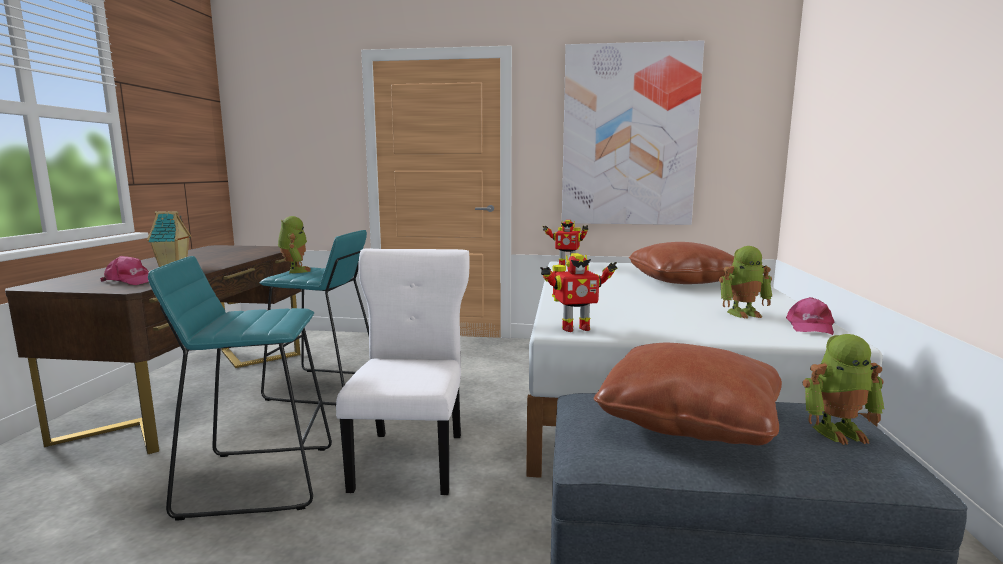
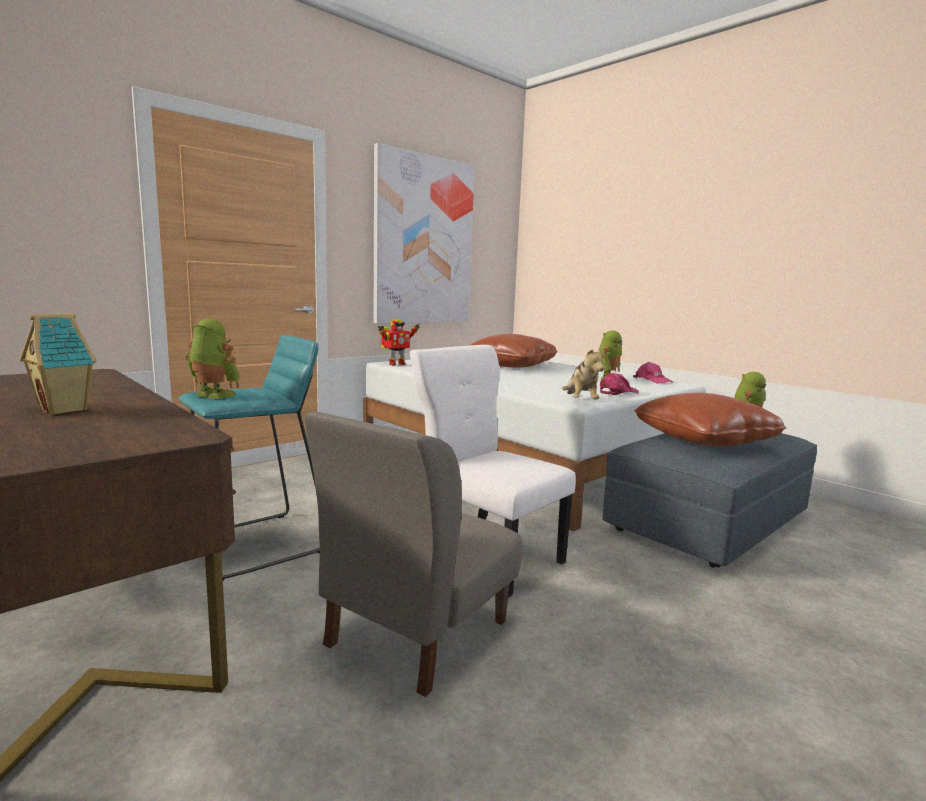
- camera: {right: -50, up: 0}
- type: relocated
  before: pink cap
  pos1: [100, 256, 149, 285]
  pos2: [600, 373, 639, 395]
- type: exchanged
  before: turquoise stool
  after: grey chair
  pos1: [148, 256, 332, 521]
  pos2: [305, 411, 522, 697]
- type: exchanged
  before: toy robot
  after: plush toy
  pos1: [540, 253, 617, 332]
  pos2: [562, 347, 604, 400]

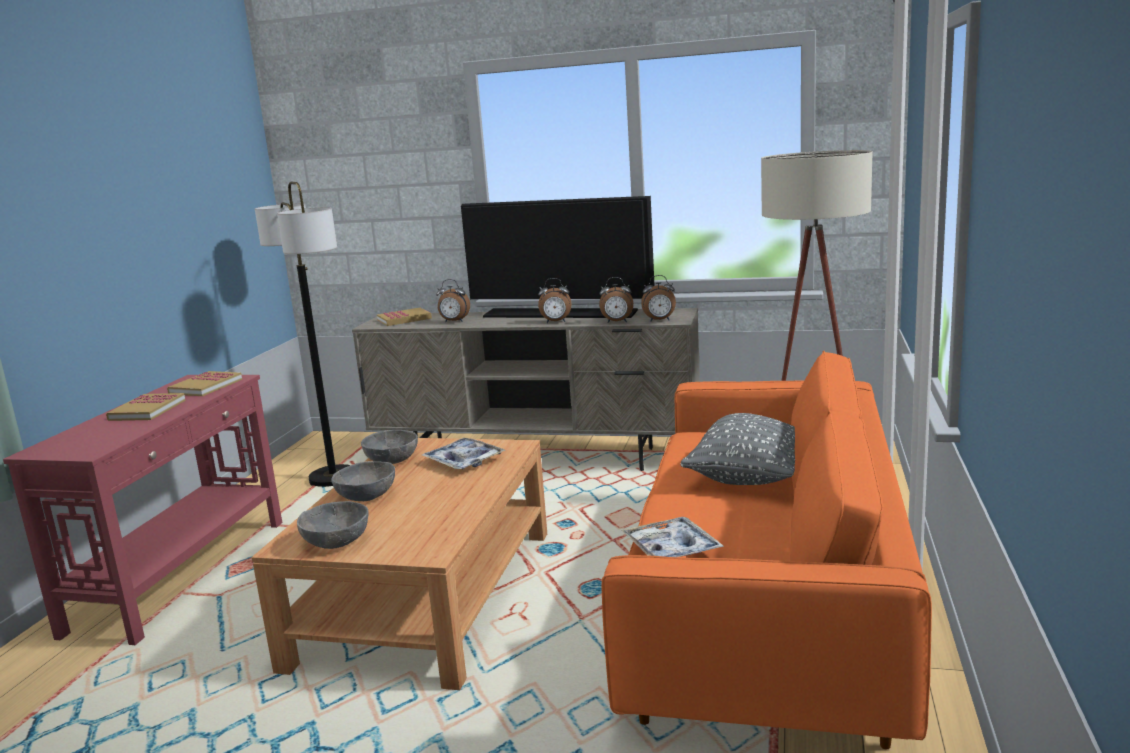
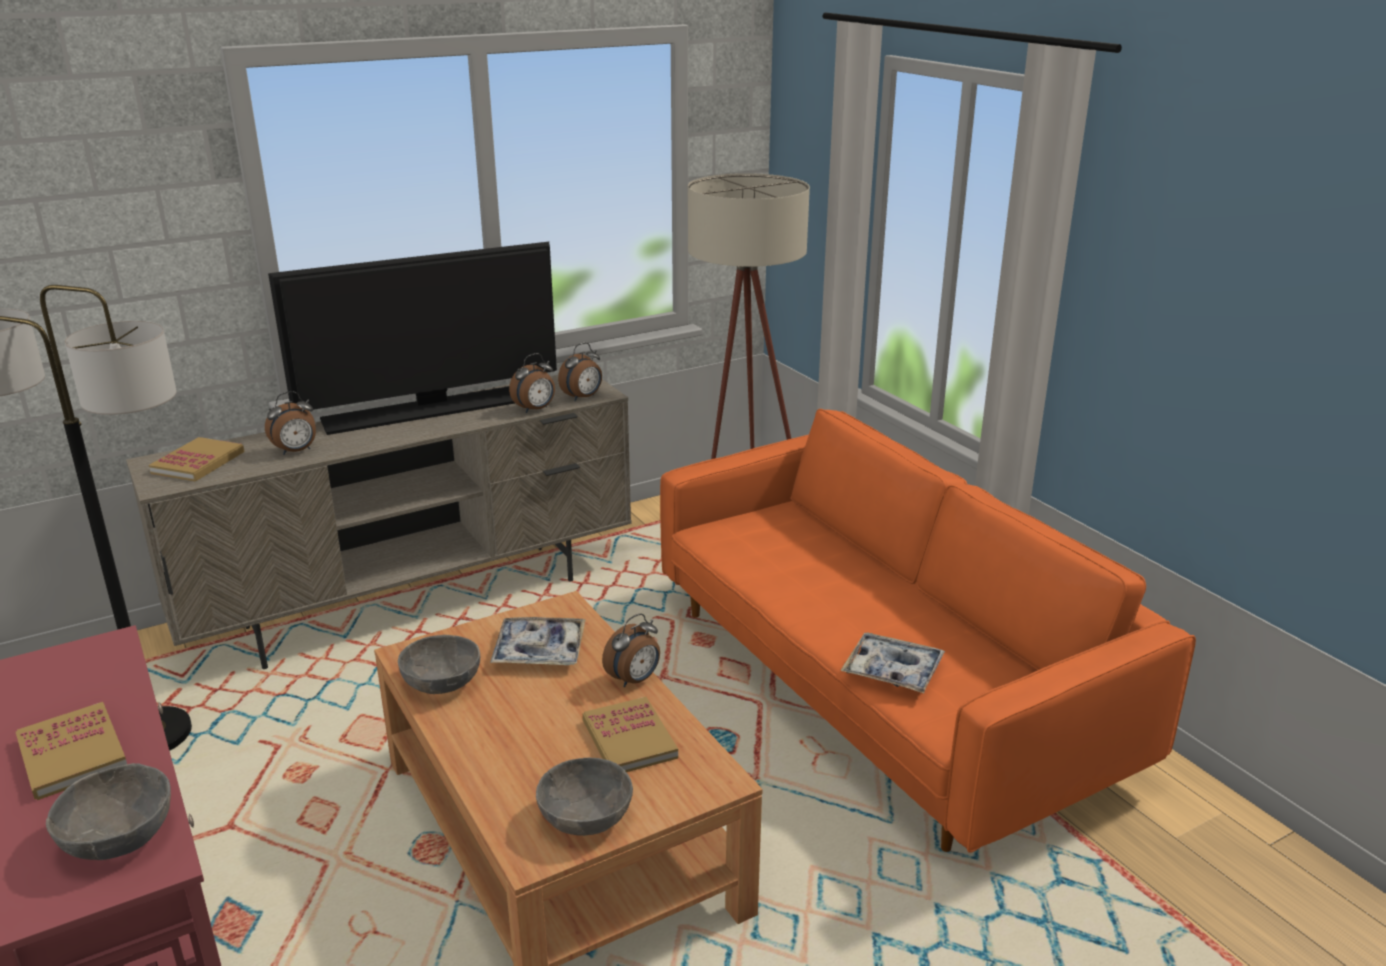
- camera: {right: -45, up: 10}
- type: relocated
  before: book
  pos1: [167, 371, 242, 396]
  pos2: [583, 697, 678, 772]
- type: relocated
  before: grey bowl
  pos1: [331, 461, 395, 501]
  pos2: [46, 763, 171, 860]
- type: relocated
  before: alarm clock
  pos1: [538, 278, 572, 323]
  pos2: [602, 614, 660, 687]
- type: missing
  before: grey pillow
  pos1: [680, 413, 795, 485]

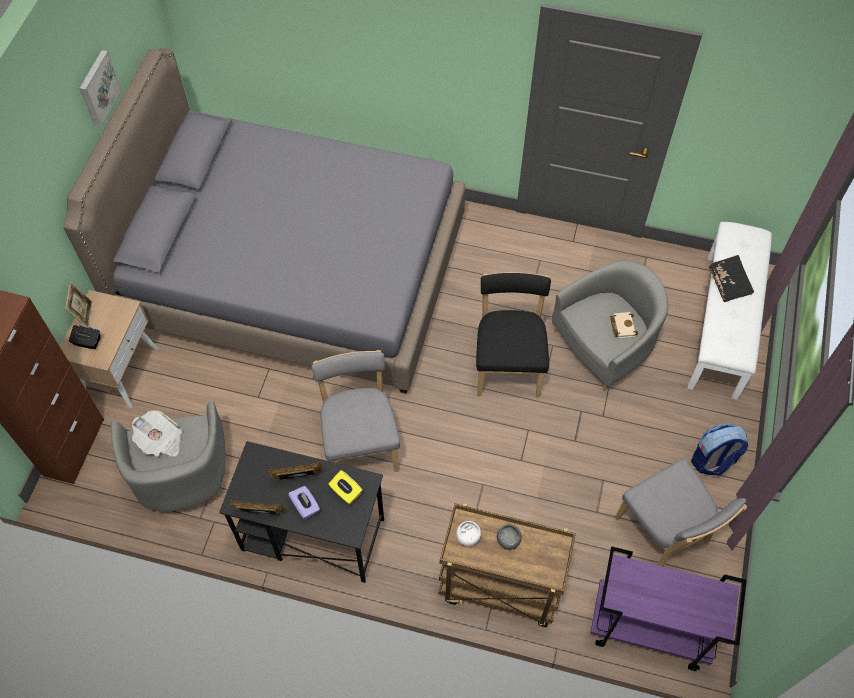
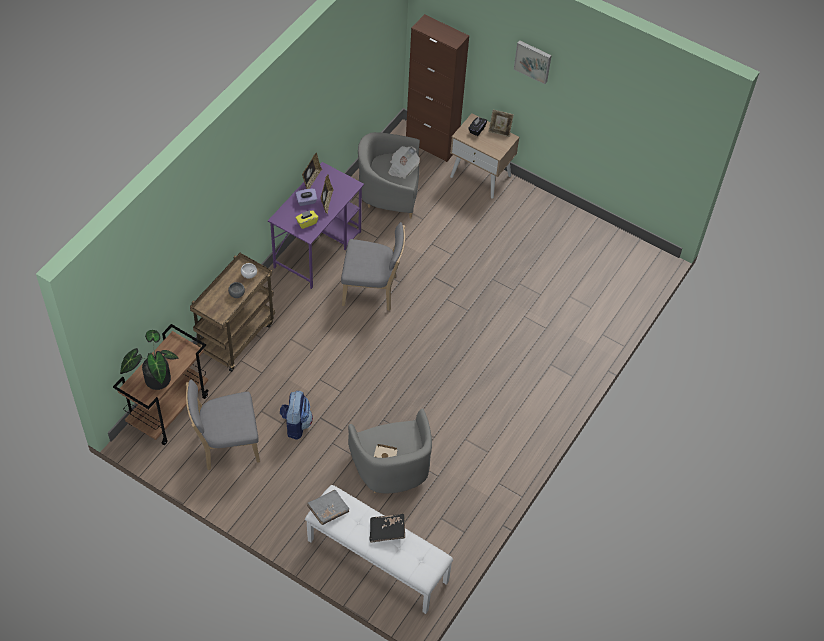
- camera: {right: 105, up: -5}
- type: missing
  before: grey bed
  pos1: [63, 48, 466, 394]
- type: relocated
  before: picture
  pos1: [79, 50, 121, 127]
  pos2: [514, 40, 552, 84]
- type: colour
  before: black desk
  after: purple desk
  pos1: [219, 441, 384, 583]
  pos2: [268, 162, 364, 289]
- type: missing
  before: black chair
  pos1: [476, 272, 551, 398]
- type: colour
  before: purple cart
  after: brown cart
  pos1: [590, 546, 746, 671]
  pos2: [113, 324, 209, 445]
- type: relocated
  before: backpack
  pos1: [691, 423, 748, 475]
  pos2: [280, 391, 313, 440]
- type: appeared
  after: potted plant
  pos2: [120, 330, 179, 390]
- type: appeared
  after: grey book
  pos2: [307, 490, 349, 525]

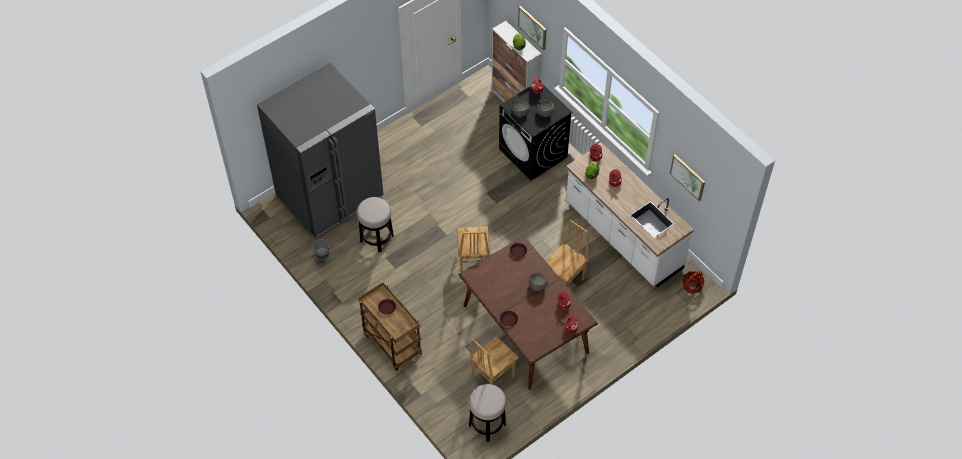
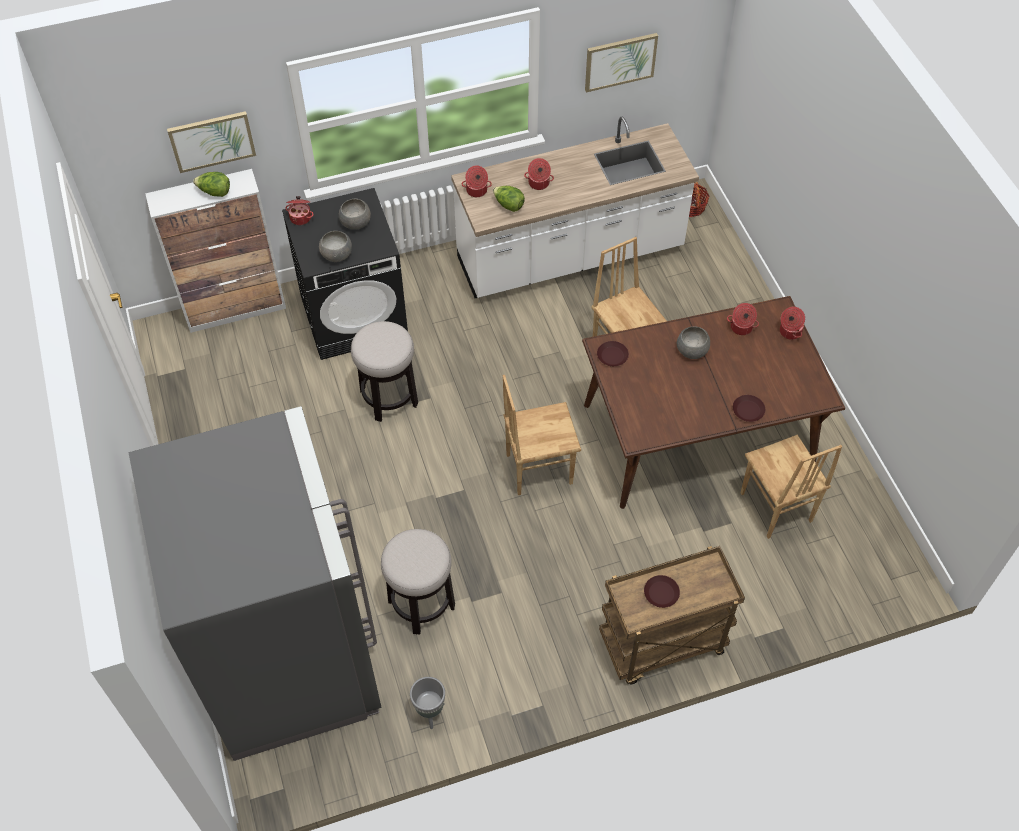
- camera: {right: -70, up: 0}
- type: spun
  before: brown chair
  pos1: [457, 226, 490, 272]
  pos2: [503, 375, 581, 495]
  turn: 150
- type: relocated
  before: stool
  pos1: [469, 384, 507, 441]
  pos2: [351, 321, 418, 422]

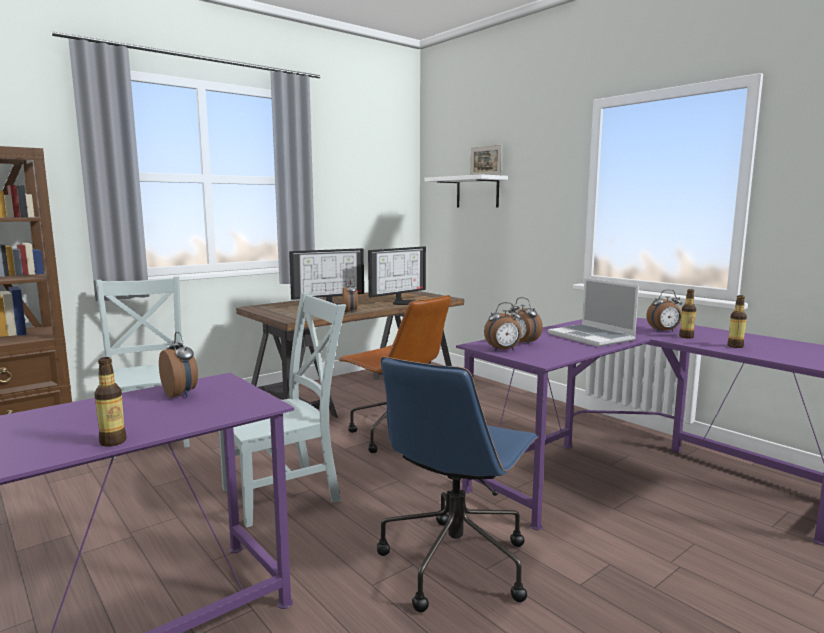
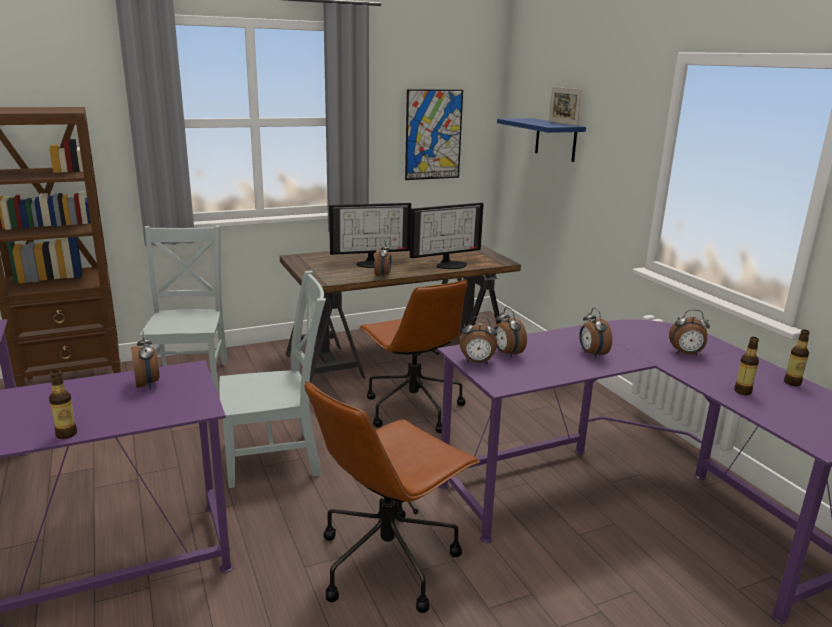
- camera: {right: 15, up: 10}
- type: colour
  before: blue office chair
  after: brown office chair
  pos1: [377, 357, 539, 612]
  pos2: [304, 380, 480, 613]
- type: colour
  before: white shelf
  after: blue shelf
  pos1: [424, 174, 508, 207]
  pos2: [497, 118, 586, 162]
- type: exchanged
  before: laptop
  after: alarm clock
  pos1: [548, 278, 639, 347]
  pos2: [579, 308, 612, 358]
- type: relocated
  before: bottle
  pos1: [679, 289, 696, 338]
  pos2: [784, 330, 810, 386]
- type: appeared
  after: picture
  pos2: [405, 89, 463, 180]

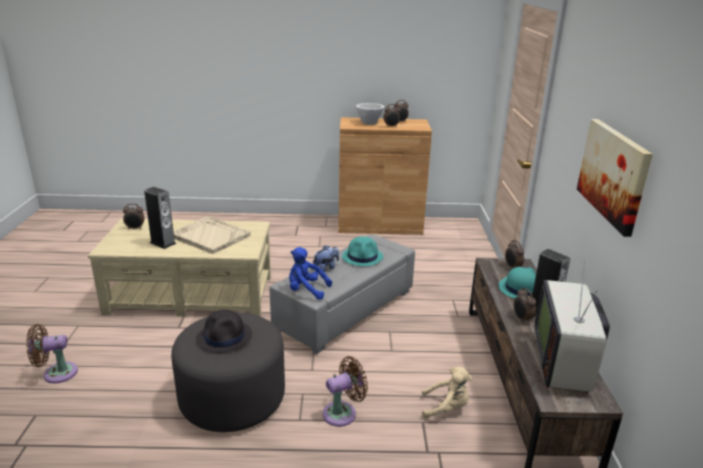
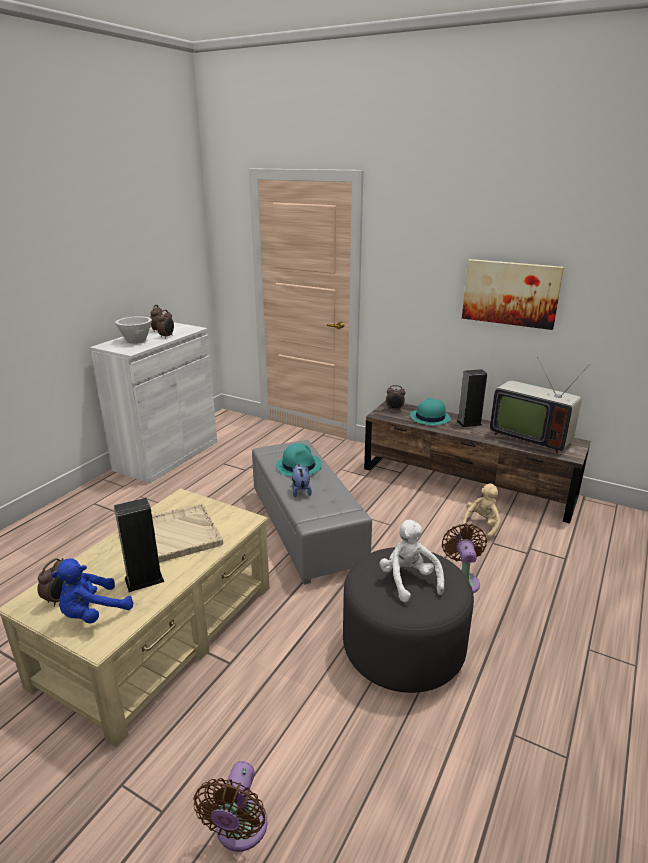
- camera: {right: -60, up: 0}
- type: exchanged
  before: black hat
  after: white plush toy
  pos1: [196, 310, 252, 353]
  pos2: [379, 520, 444, 602]
- type: relocated
  before: blue plush toy
  pos1: [289, 247, 332, 300]
  pos2: [51, 558, 133, 624]
- type: colour
  before: brown cabinet
  after: white cabinet
  pos1: [338, 117, 432, 235]
  pos2: [90, 322, 217, 484]
- type: missing
  before: alarm clock
  pos1: [513, 288, 536, 324]

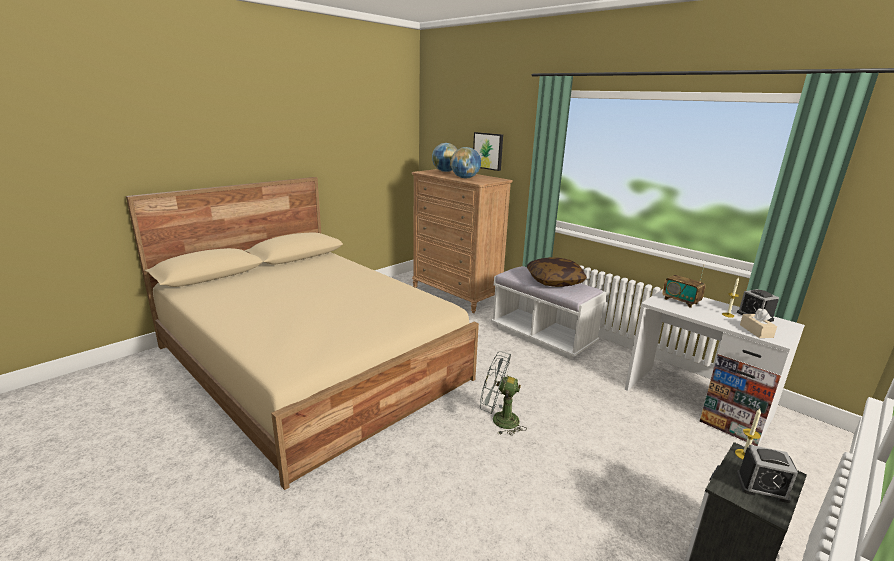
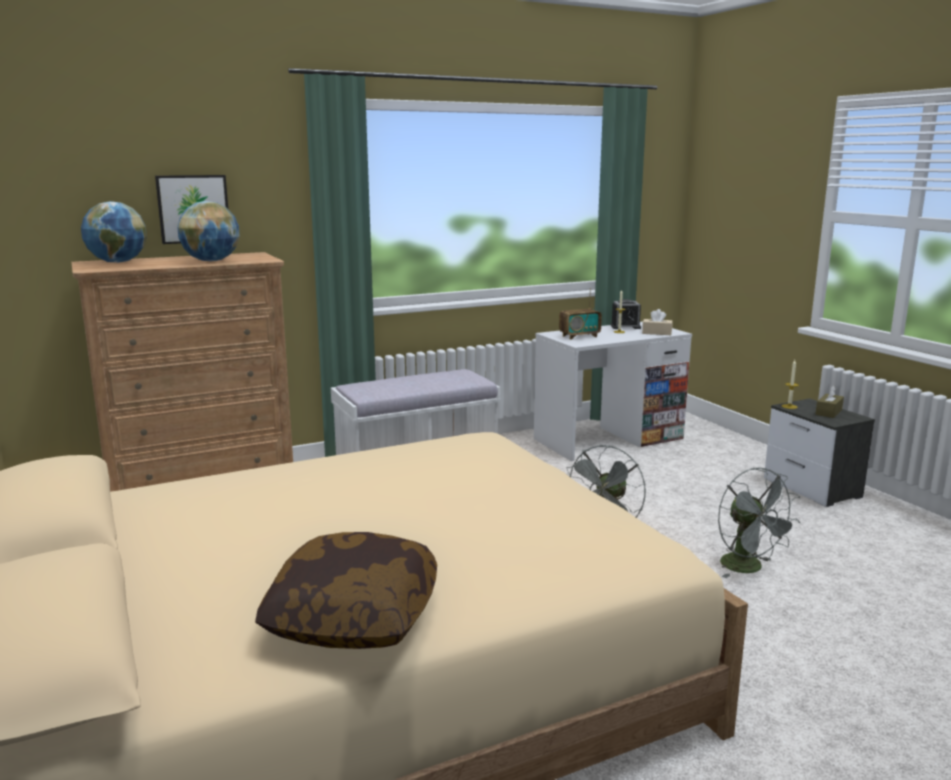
- camera: {right: -70, up: -5}
- type: relocated
  before: pillow
  pos1: [527, 257, 587, 287]
  pos2: [255, 532, 437, 649]
- type: exchanged
  before: alarm clock
  after: brown tissue box
  pos1: [736, 445, 798, 503]
  pos2: [815, 386, 844, 418]
- type: appeared
  after: grey fan
  pos2: [718, 467, 800, 578]

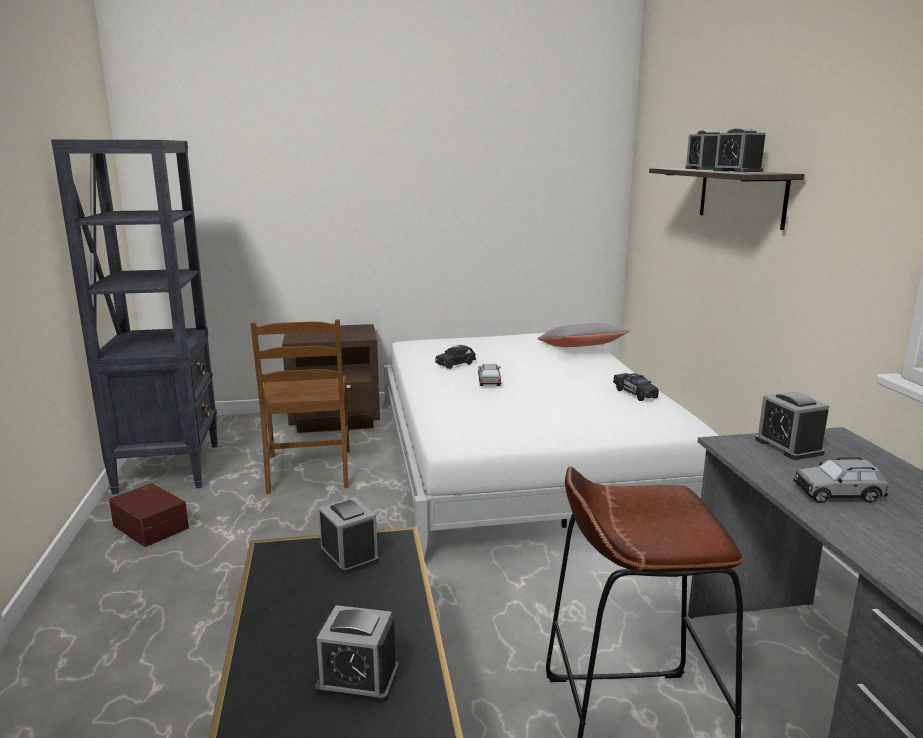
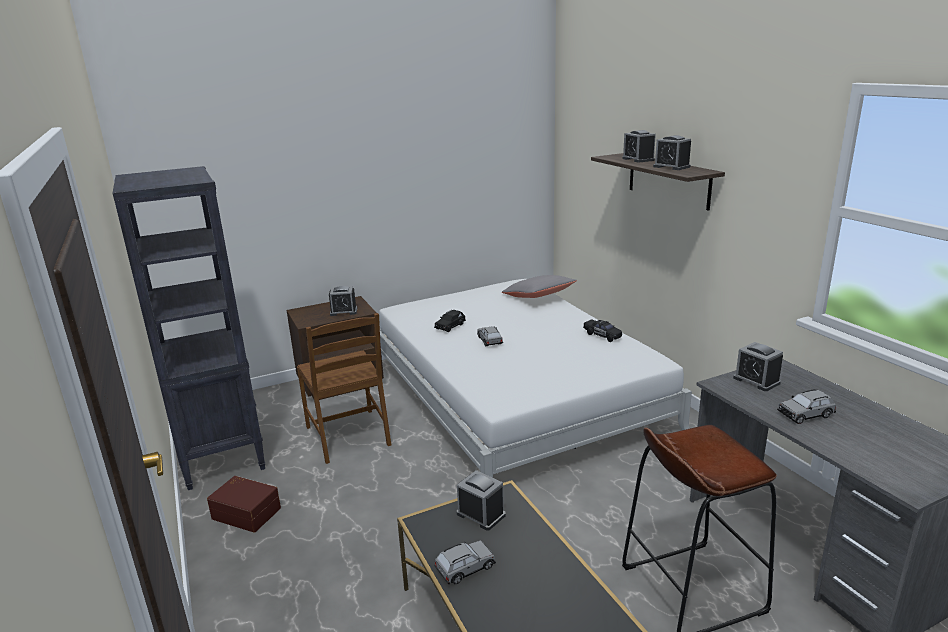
- camera: {right: -15, up: 5}
- type: relocated
  before: alarm clock
  pos1: [315, 605, 399, 703]
  pos2: [329, 286, 357, 316]
- type: appeared
  after: grey toy car
  pos2: [434, 540, 496, 584]

